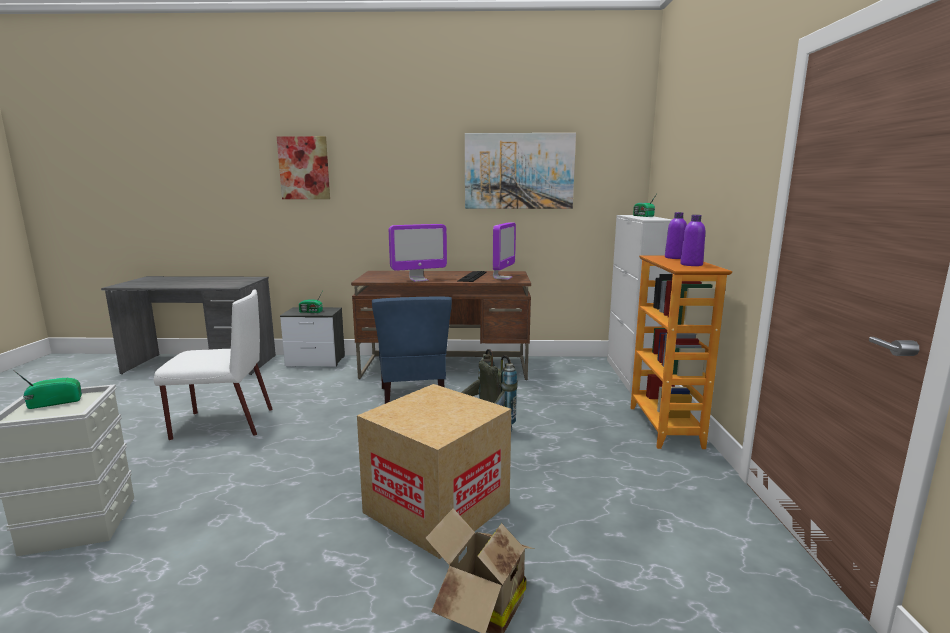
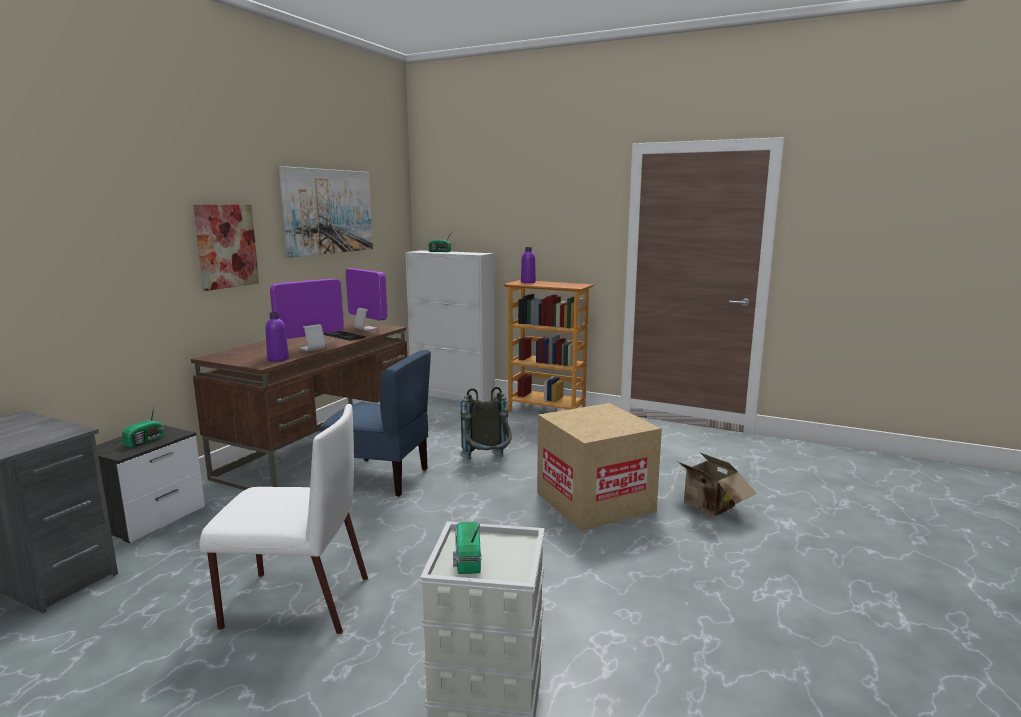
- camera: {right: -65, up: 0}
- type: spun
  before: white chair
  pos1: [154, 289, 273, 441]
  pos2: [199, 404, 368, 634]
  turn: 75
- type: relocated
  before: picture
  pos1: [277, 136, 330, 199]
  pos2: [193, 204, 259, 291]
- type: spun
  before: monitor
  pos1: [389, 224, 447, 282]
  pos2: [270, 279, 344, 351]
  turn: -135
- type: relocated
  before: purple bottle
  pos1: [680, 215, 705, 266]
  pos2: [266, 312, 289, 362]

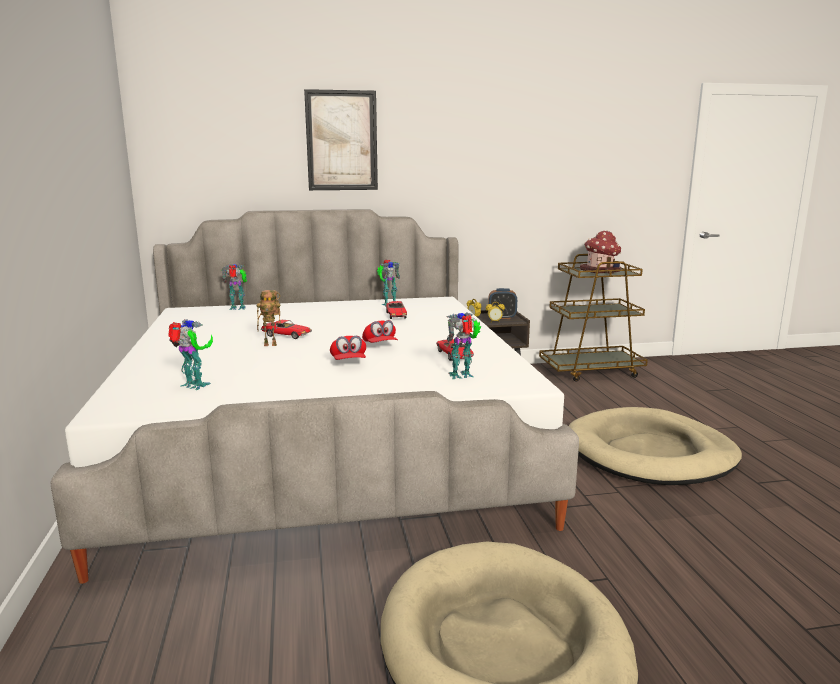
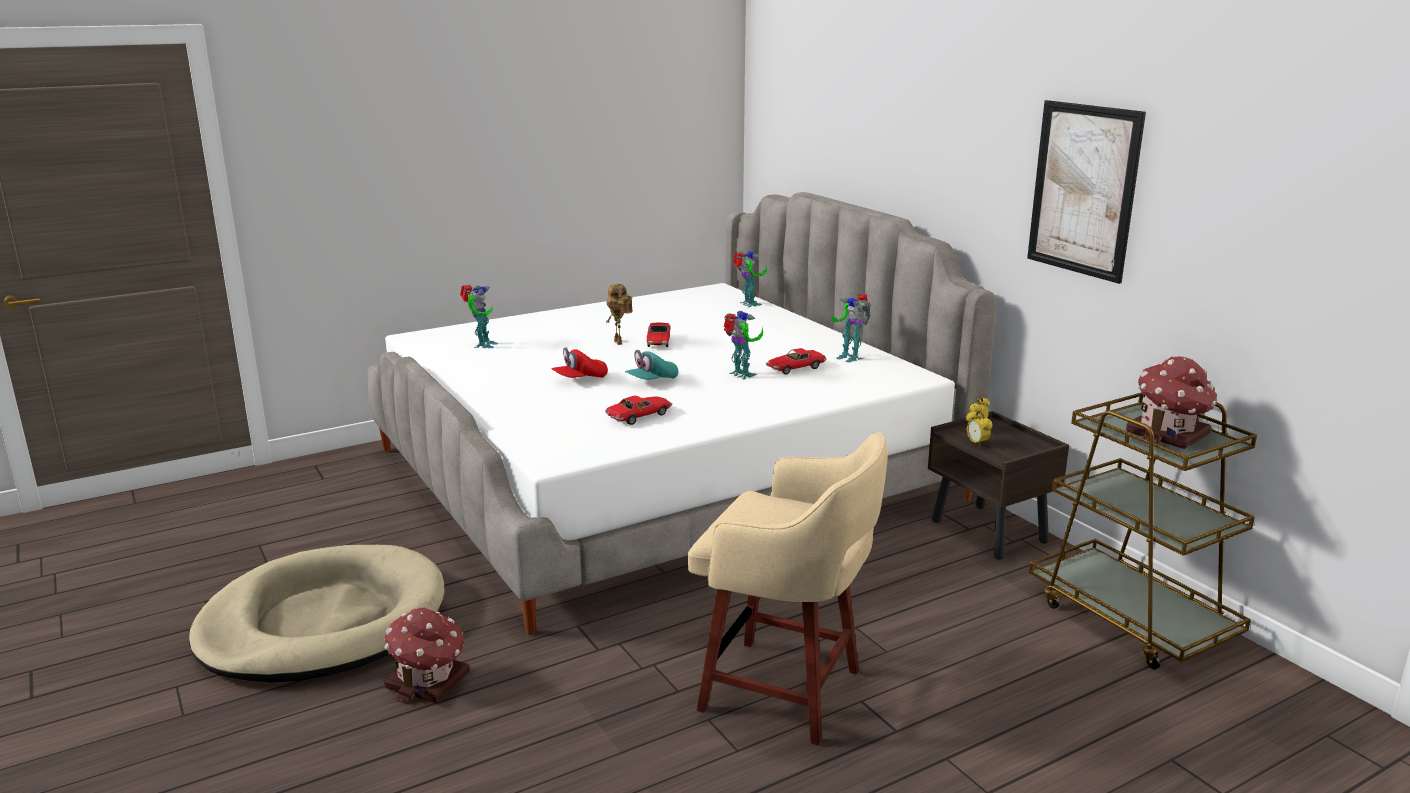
- camera: {right: 70, up: 5}
- type: relocated
  before: picture
  pos1: [304, 89, 378, 190]
  pos2: [1027, 100, 1146, 284]
- type: colour
  before: red cap
  after: turquoise cap
  pos1: [362, 320, 398, 343]
  pos2: [625, 350, 678, 380]
- type: relocated
  before: toy robot
  pos1: [447, 312, 481, 379]
  pos2: [724, 311, 763, 380]
- type: missing
  before: alarm clock
  pos1: [488, 288, 517, 319]
- type: exchanged
  before: beige dog bed
  after: beige stool
  pos1: [569, 407, 742, 485]
  pos2: [688, 432, 888, 745]
- type: appeared
  after: toy house
  pos2: [384, 608, 469, 704]

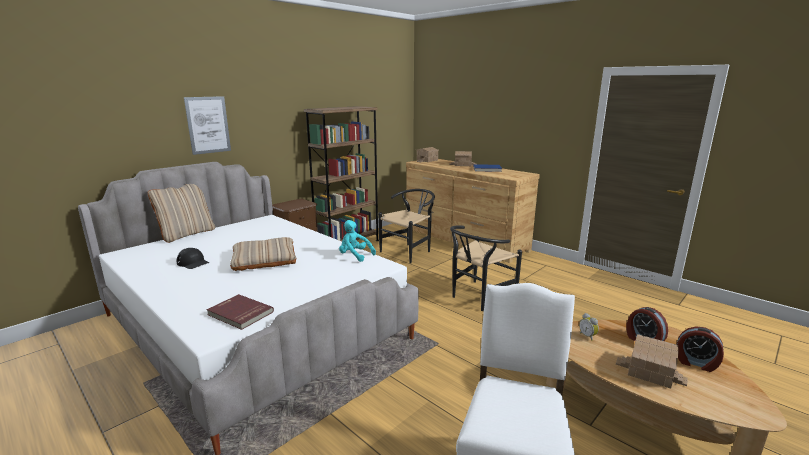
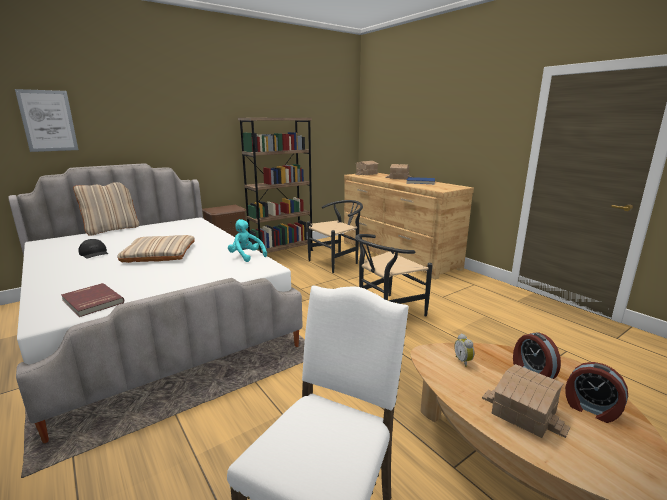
- camera: {right: 10, up: 0}
- type: relocated
  before: picture
  pos1: [184, 96, 231, 155]
  pos2: [15, 89, 79, 152]

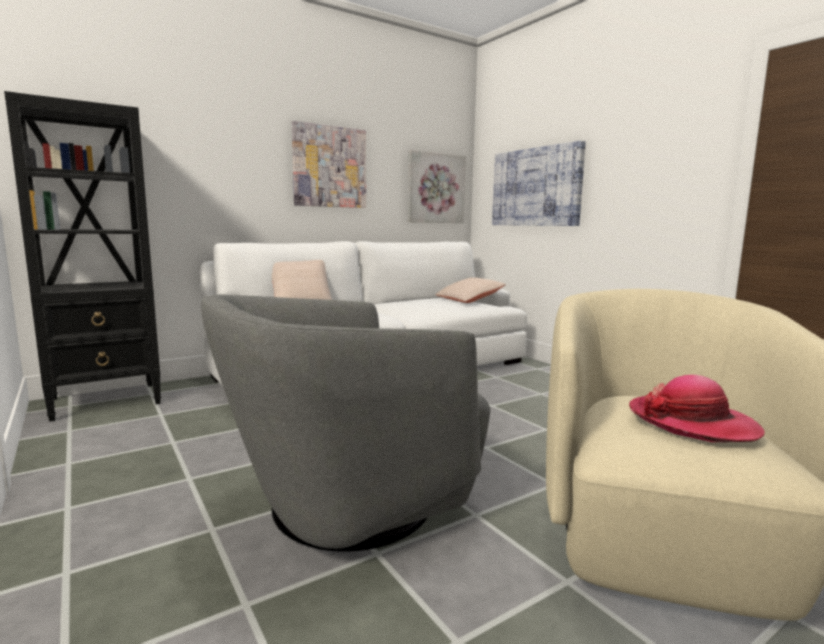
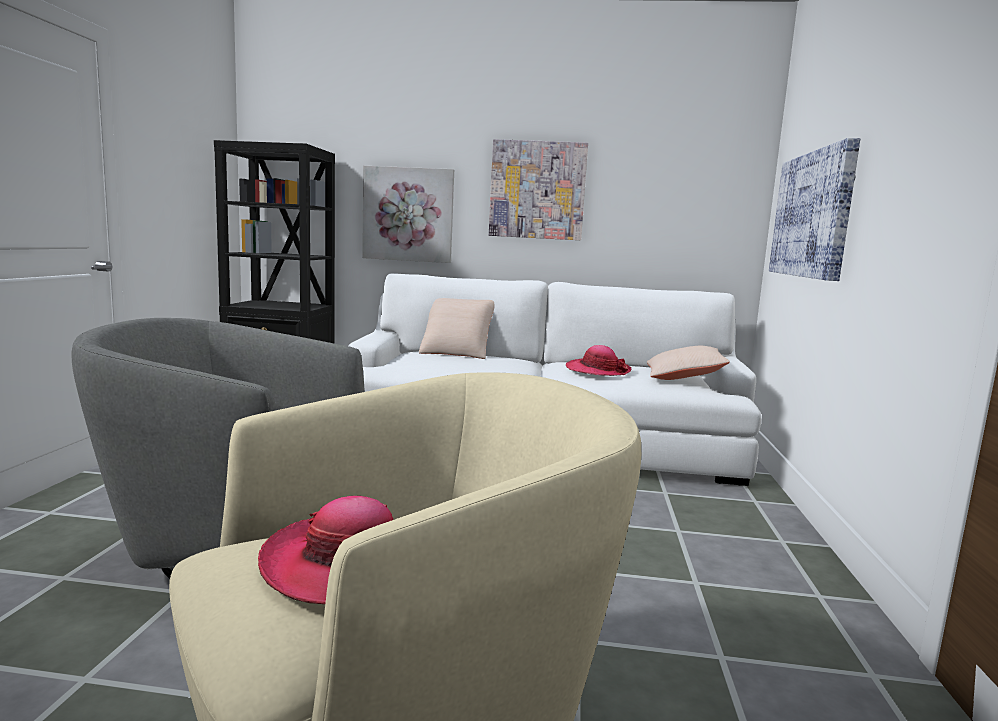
- camera: {right: 40, up: 0}
- type: relocated
  before: picture
  pos1: [407, 150, 466, 223]
  pos2: [362, 166, 454, 263]
- type: appeared
  after: hat
  pos2: [566, 345, 632, 376]

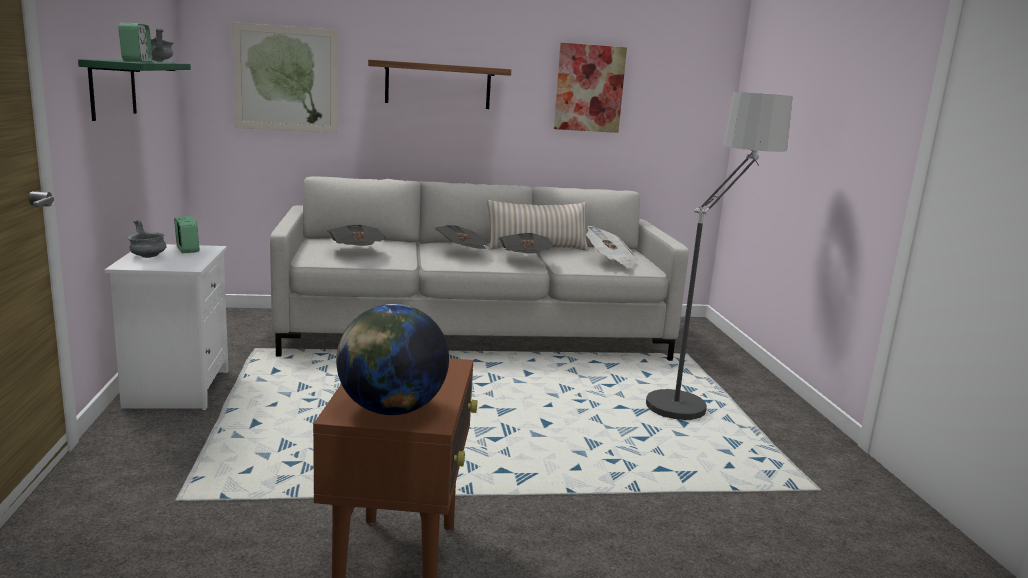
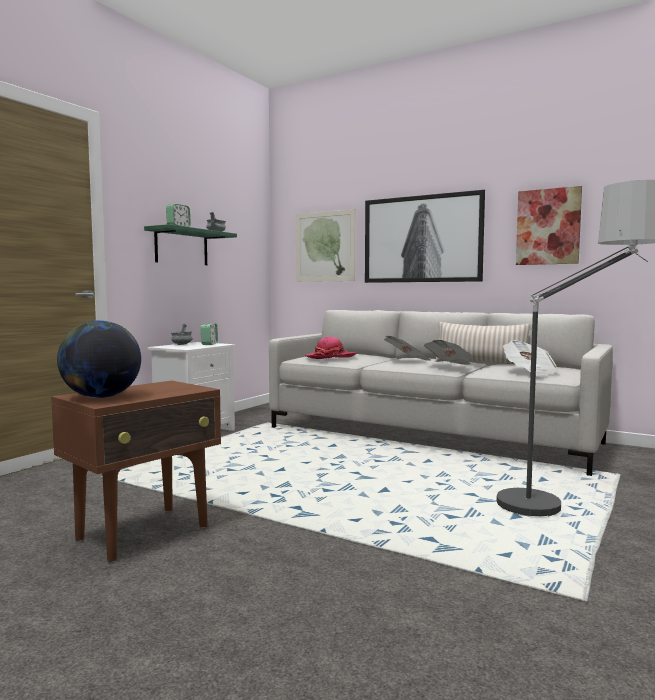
- camera: {right: 40, up: -10}
- type: exchanged
  before: newspaper
  after: hat
  pos1: [327, 225, 386, 246]
  pos2: [305, 337, 357, 359]
- type: exchanged
  before: shelf
  after: picture
  pos1: [368, 59, 511, 109]
  pos2: [365, 190, 485, 283]

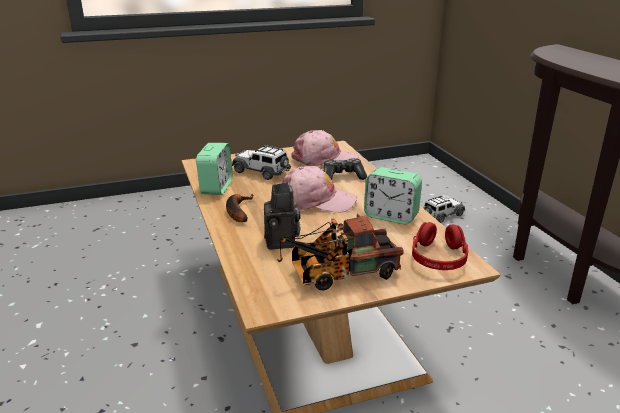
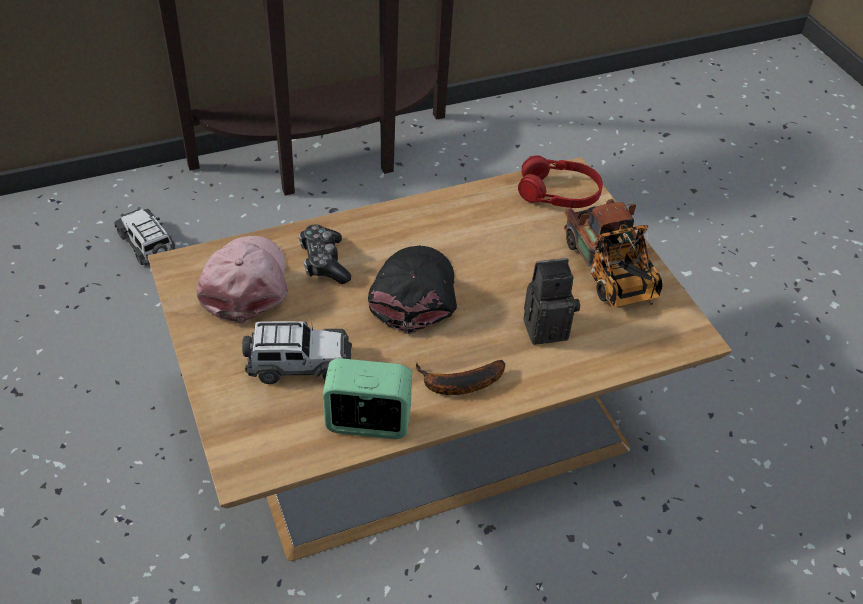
- camera: {right: -95, up: 20}
- type: spun
  before: toy car
  pos1: [232, 145, 291, 180]
  pos2: [242, 321, 352, 384]
  turn: -120
- type: colour
  before: pink cap
  after: black cap
  pos1: [282, 166, 357, 213]
  pos2: [368, 245, 457, 334]
- type: missing
  before: alarm clock
  pos1: [364, 167, 422, 224]

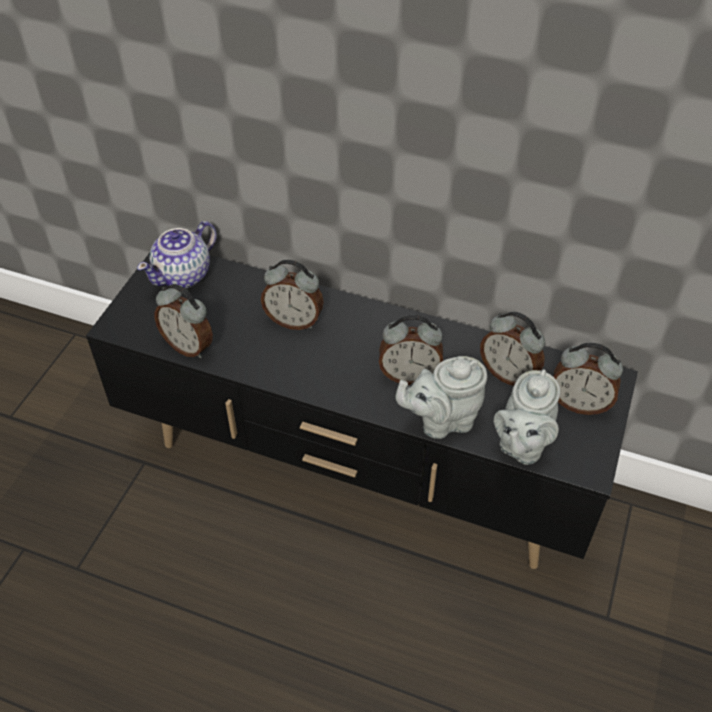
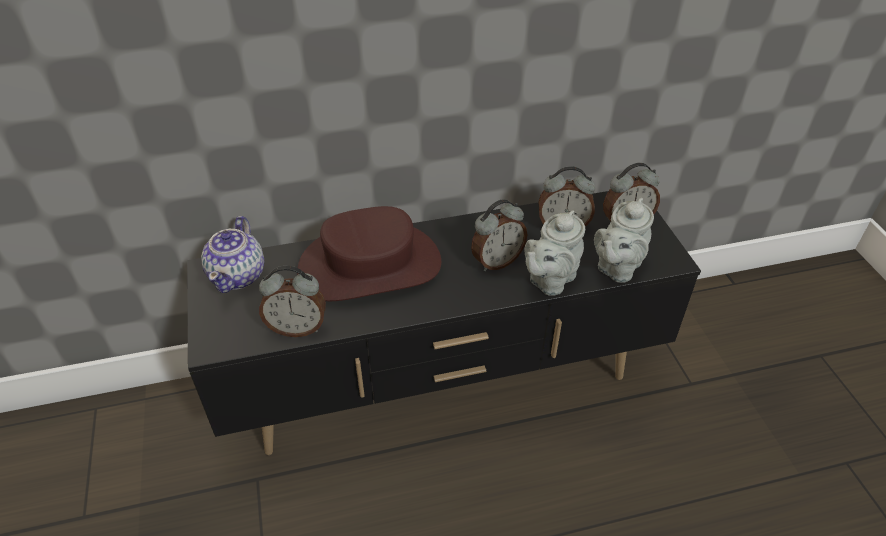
- camera: {right: -35, up: -5}
- type: exchanged
  before: alarm clock
  after: brown hat
  pos1: [261, 260, 324, 330]
  pos2: [297, 206, 441, 301]
- type: spun
  before: grey teapot
  pos1: [494, 369, 560, 465]
  pos2: [594, 198, 654, 283]
  turn: 45

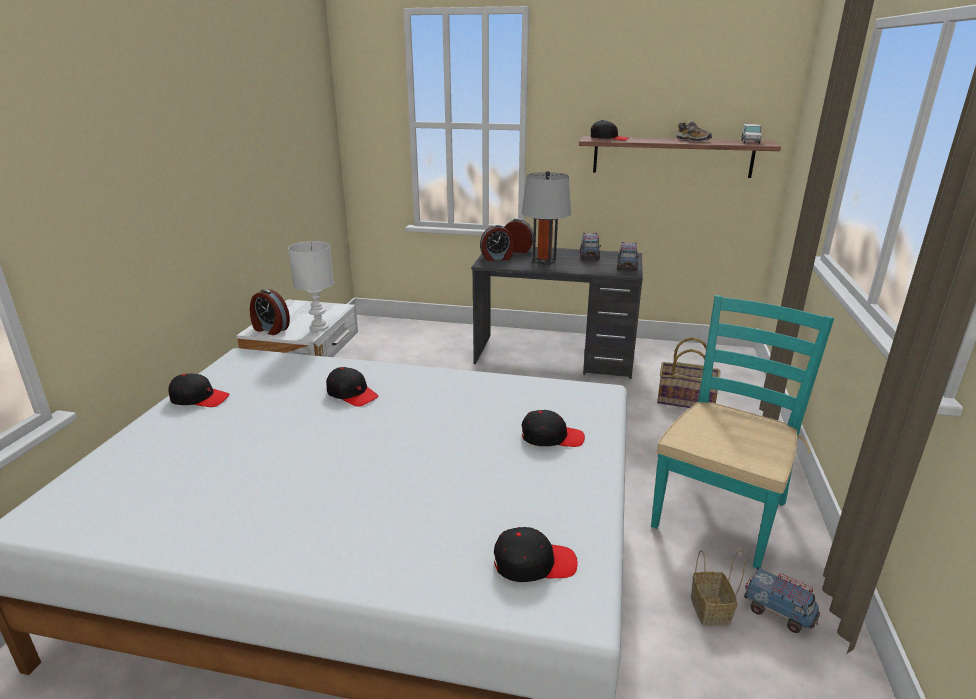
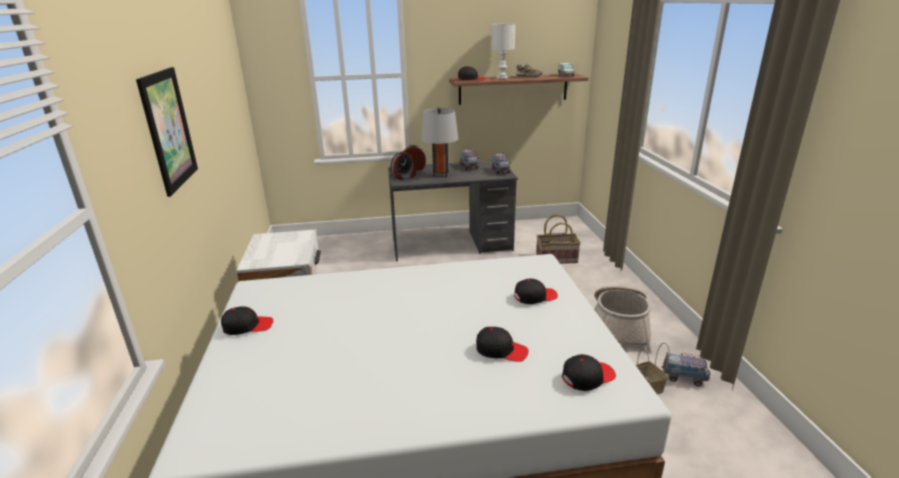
- camera: {right: -20, up: 0}
- type: missing
  before: alarm clock
  pos1: [250, 289, 290, 335]
- type: relocated
  before: white table lamp
  pos1: [288, 241, 334, 331]
  pos2: [491, 24, 515, 79]
- type: relocated
  before: black cap
  pos1: [326, 367, 378, 407]
  pos2: [476, 327, 528, 362]
- type: exchanged
  before: turquoise chair
  after: basket
  pos1: [651, 295, 834, 569]
  pos2: [594, 286, 651, 352]
- type: appeared
  after: picture
  pos2: [136, 67, 198, 197]

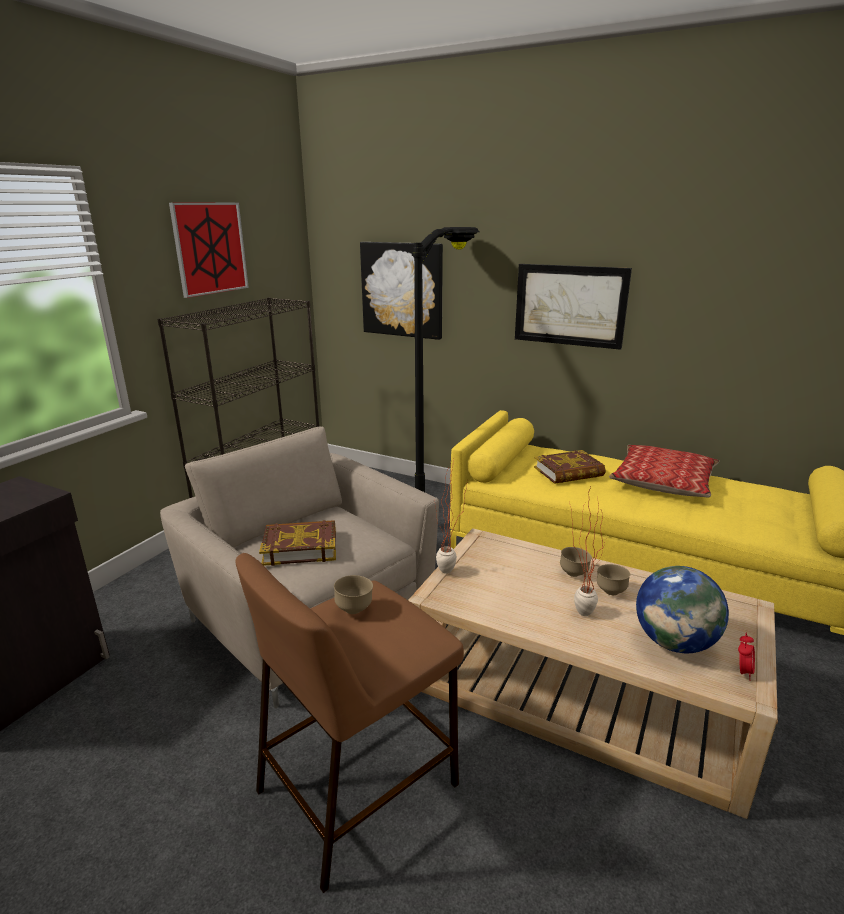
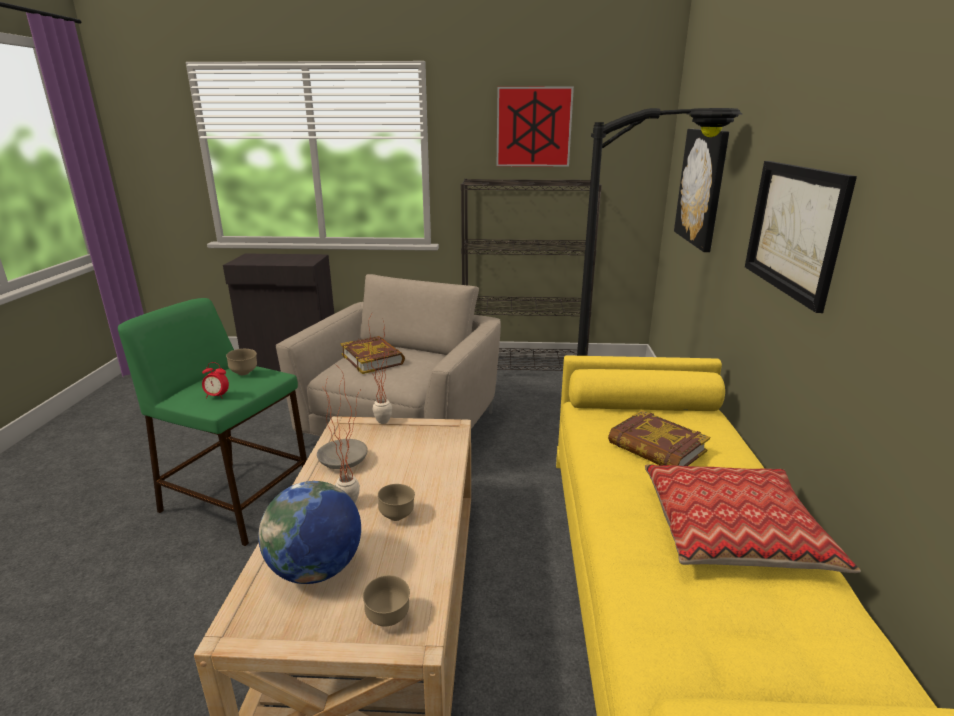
- camera: {right: 65, up: 0}
- type: colour
  before: brown stool
  after: green stool
  pos1: [236, 553, 464, 893]
  pos2: [118, 298, 307, 546]
- type: relocated
  before: brown bowl
  pos1: [560, 547, 592, 577]
  pos2: [363, 575, 410, 627]
- type: relocated
  before: alarm clock
  pos1: [738, 633, 755, 681]
  pos2: [202, 362, 229, 399]
- type: appeared
  after: grey bowl
  pos2: [317, 439, 368, 469]

